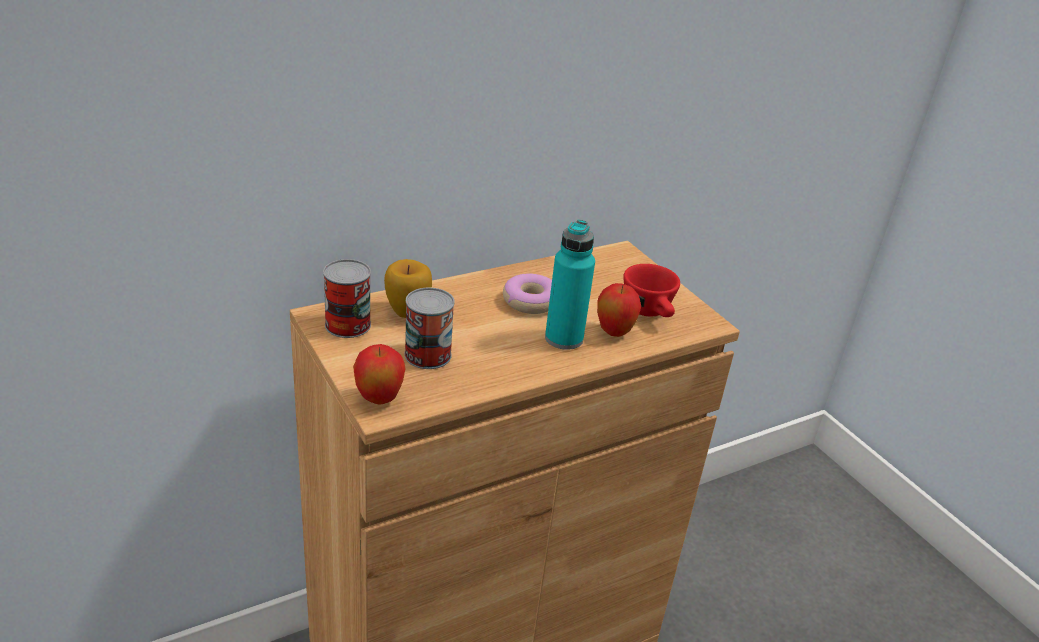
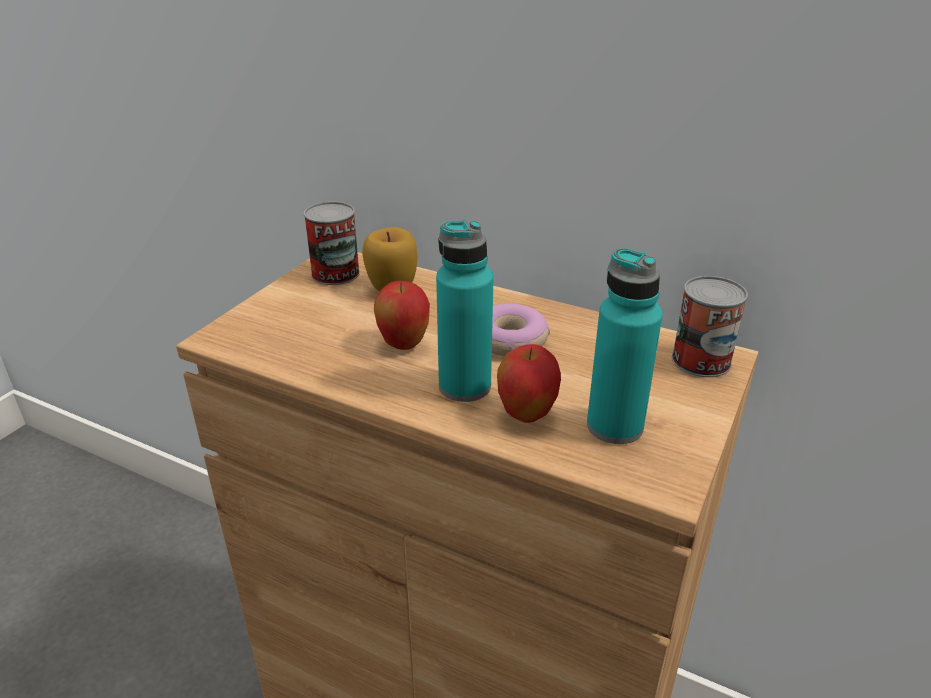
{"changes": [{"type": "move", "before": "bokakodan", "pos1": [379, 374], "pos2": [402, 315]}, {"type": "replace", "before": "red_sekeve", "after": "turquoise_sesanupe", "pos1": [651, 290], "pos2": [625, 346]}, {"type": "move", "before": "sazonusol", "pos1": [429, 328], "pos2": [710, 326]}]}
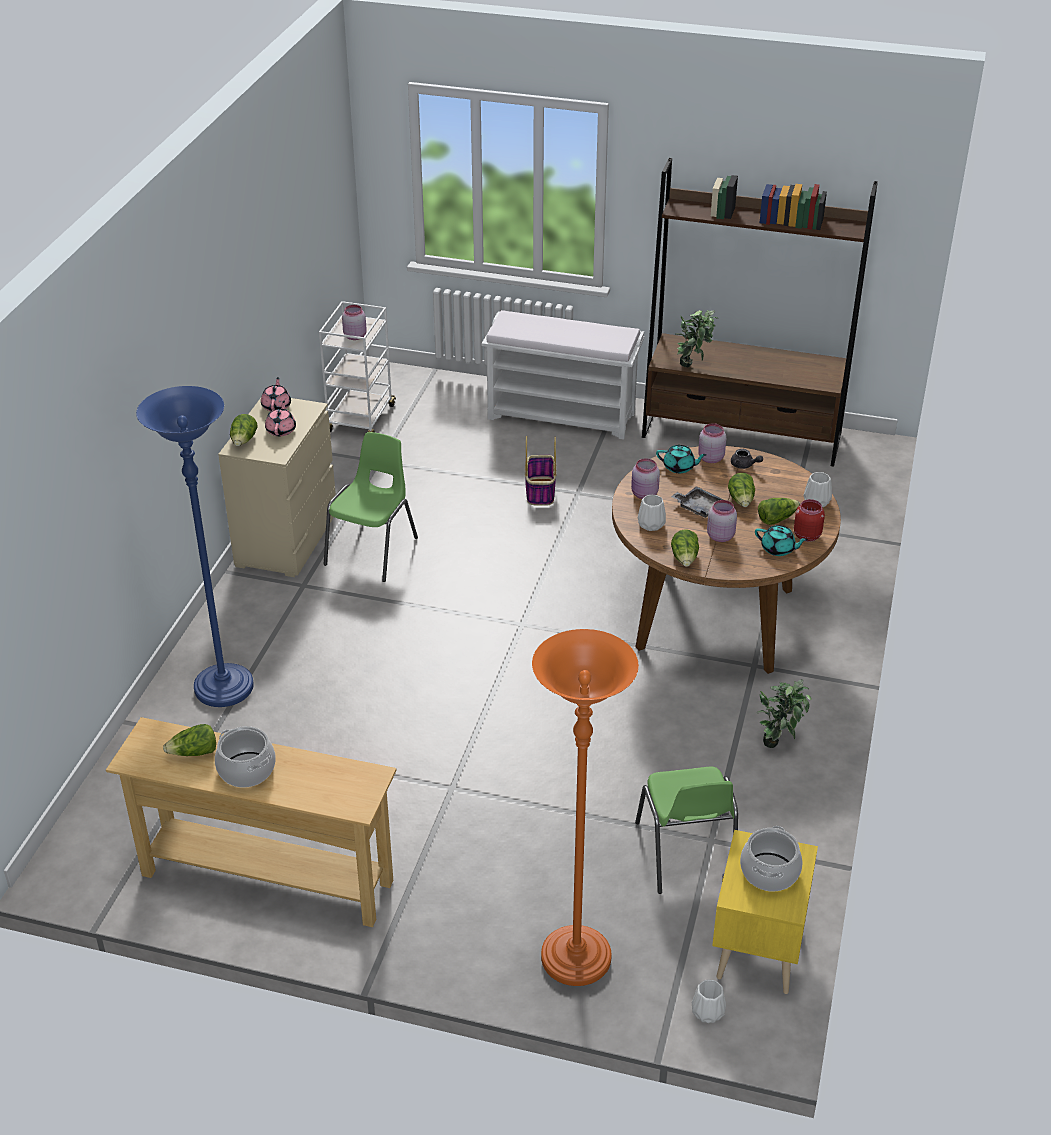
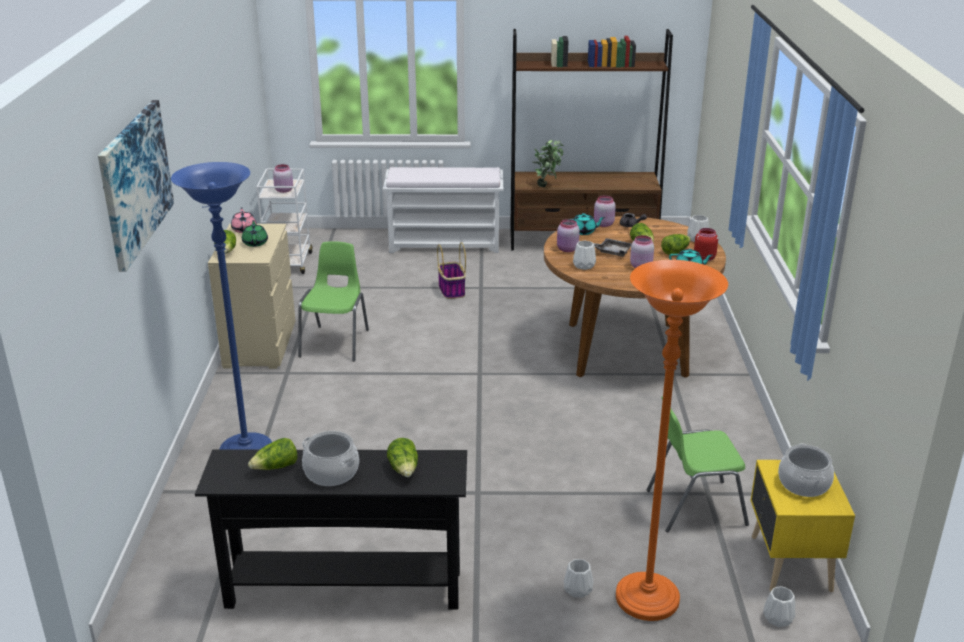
{"changes": [{"type": "insert", "after": "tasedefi", "pos2": [136, 186]}, {"type": "recolor", "before": "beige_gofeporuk", "after": "black_gofeporuk", "pos1": [251, 822], "pos2": [331, 530]}, {"type": "recolor", "before": "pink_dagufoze", "after": "green_dagufoze", "pos1": [280, 418], "pos2": [255, 233]}, {"type": "move", "before": "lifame", "pos1": [685, 548], "pos2": [402, 457]}, {"type": "insert", "after": "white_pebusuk", "pos2": [578, 578]}, {"type": "rotate", "before": "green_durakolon", "pos1": [686, 830], "pos2": [697, 464], "turn": 105}, {"type": "delete", "before": "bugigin", "pos1": [784, 713]}]}
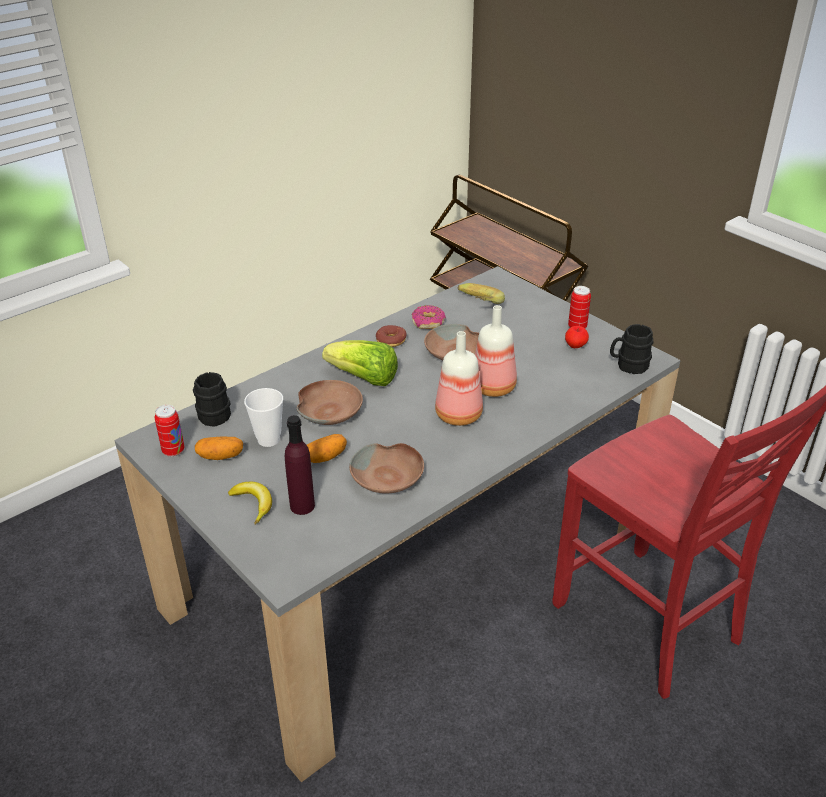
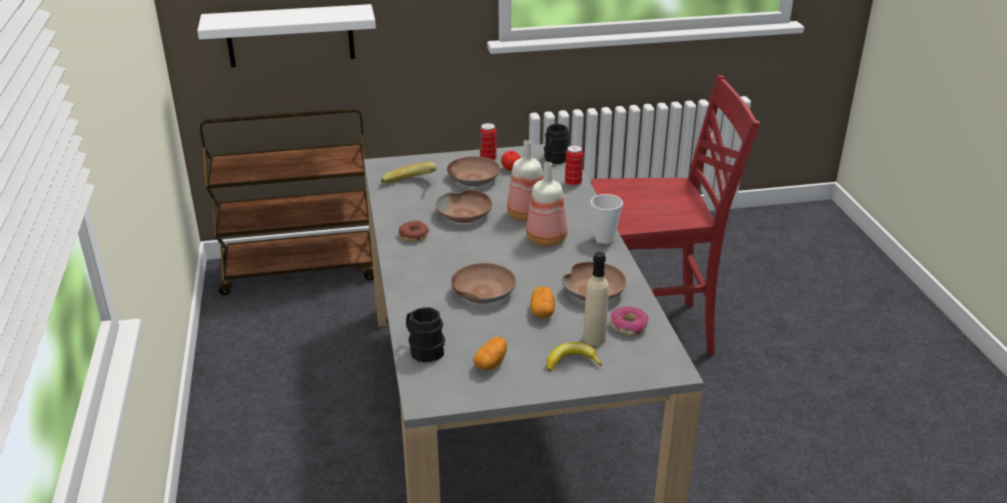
{"changes": [{"type": "insert", "after": "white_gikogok", "pos2": [286, 35]}, {"type": "insert", "after": "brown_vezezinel", "pos2": [473, 171]}, {"type": "move", "before": "sazonusol", "pos1": [169, 431], "pos2": [574, 165]}, {"type": "recolor", "before": "purple_sesanupe", "after": "beige_sesanupe", "pos1": [300, 465], "pos2": [596, 299]}, {"type": "move", "before": "sekeve", "pos1": [263, 417], "pos2": [607, 219]}, {"type": "move", "before": "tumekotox", "pos1": [429, 317], "pos2": [629, 321]}, {"type": "delete", "before": "lifame", "pos1": [360, 363]}]}
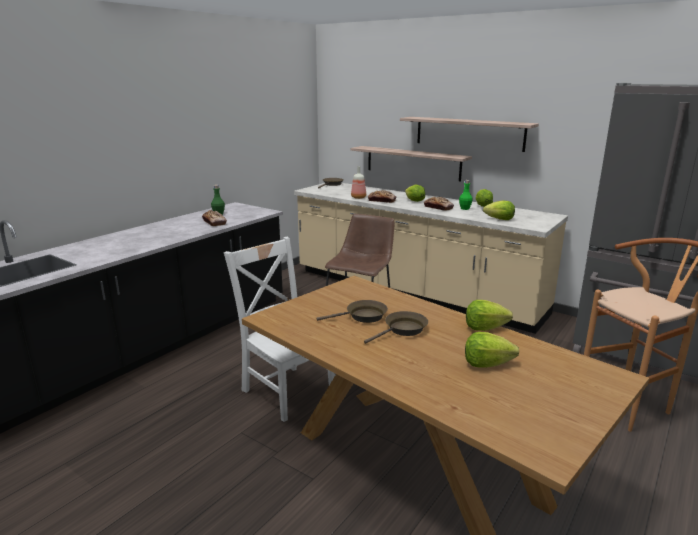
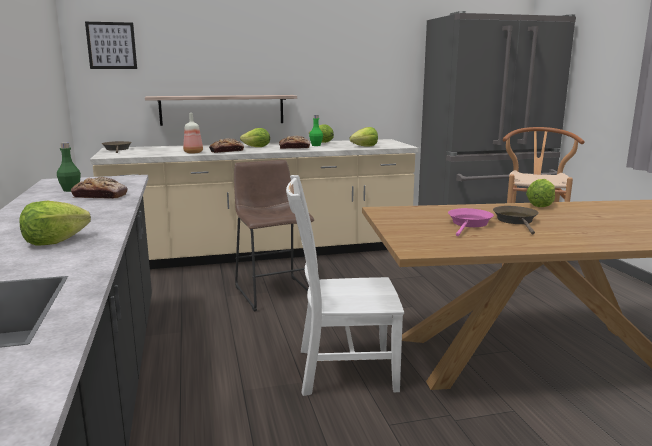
{"changes": [{"type": "move", "before": "lifame", "pos1": [492, 350], "pos2": [55, 223]}, {"type": "insert", "after": "tasedefi", "pos2": [111, 45]}, {"type": "recolor", "before": "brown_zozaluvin", "after": "pink_zozaluvin", "pos1": [352, 311], "pos2": [471, 222]}, {"type": "delete", "before": "gikogok", "pos1": [469, 134]}]}
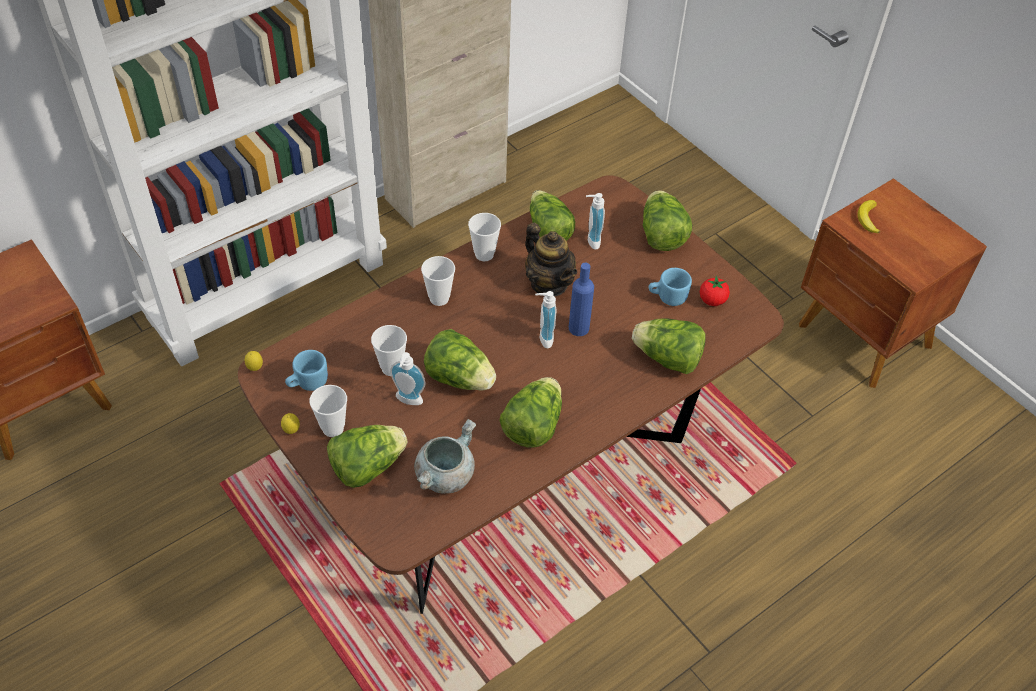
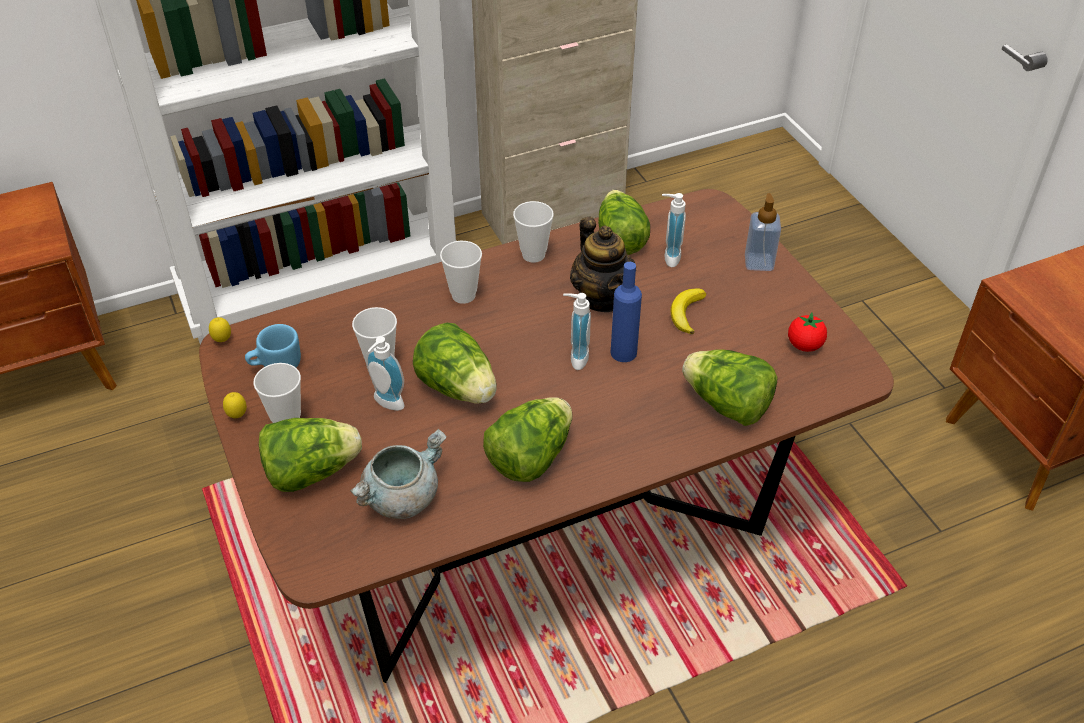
{"changes": [{"type": "move", "before": "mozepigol", "pos1": [868, 216], "pos2": [688, 311]}, {"type": "replace", "before": "lifame", "after": "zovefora", "pos1": [667, 220], "pos2": [763, 232]}, {"type": "delete", "before": "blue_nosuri", "pos1": [670, 287]}]}
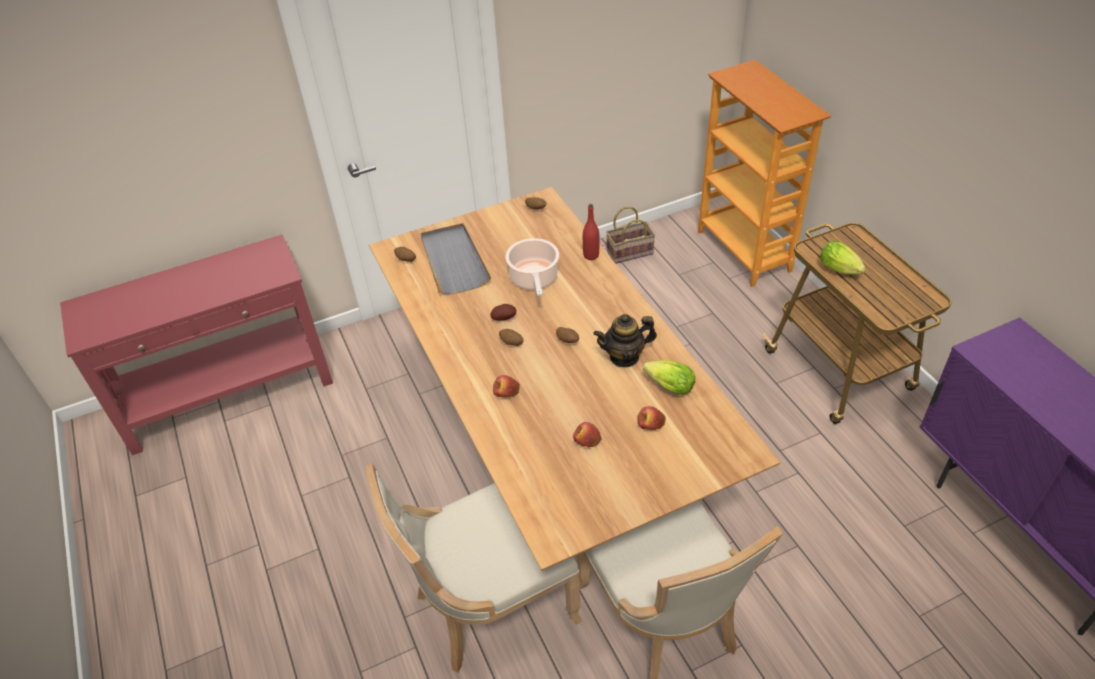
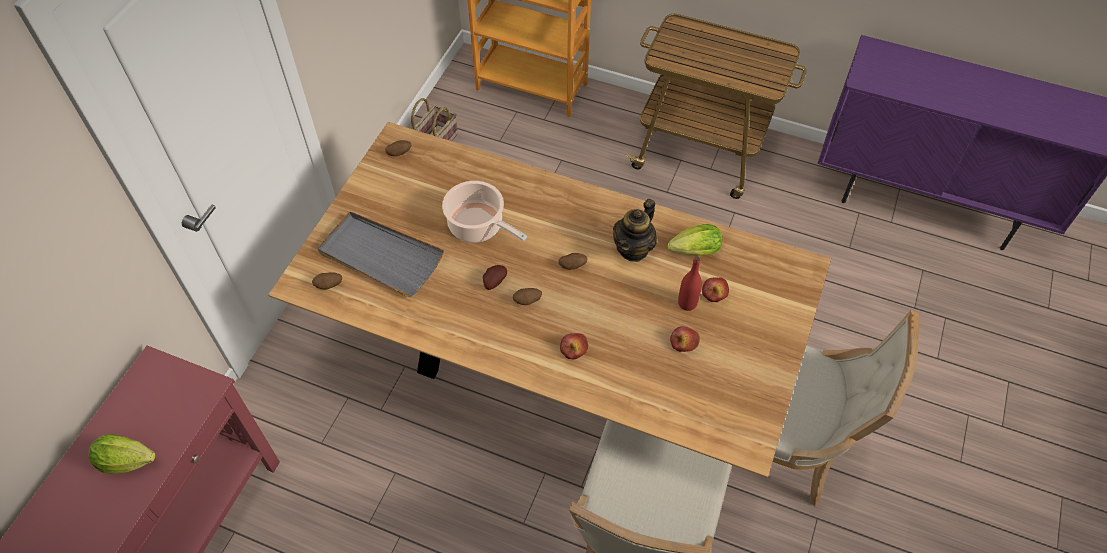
{"changes": [{"type": "move", "before": "lifame", "pos1": [843, 257], "pos2": [121, 454]}, {"type": "move", "before": "red_sesanupe", "pos1": [591, 232], "pos2": [690, 283]}]}
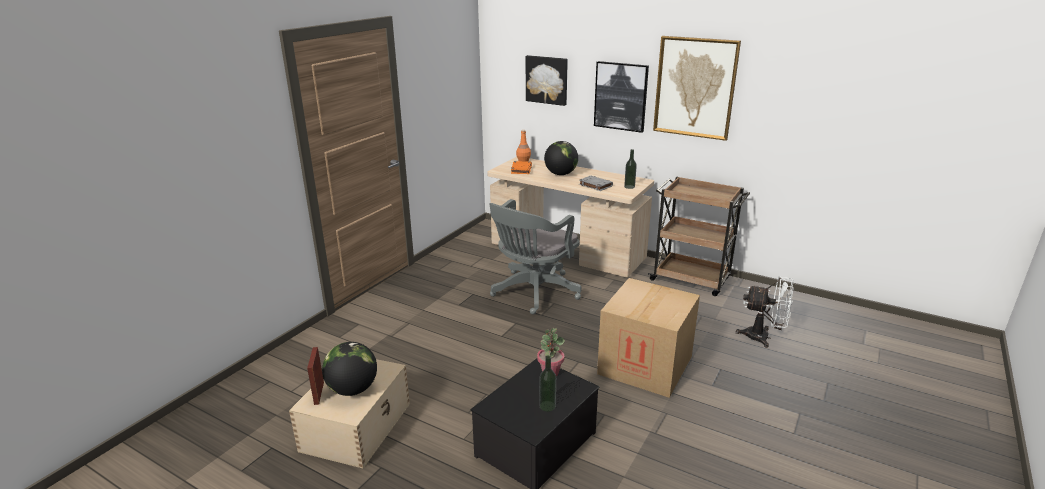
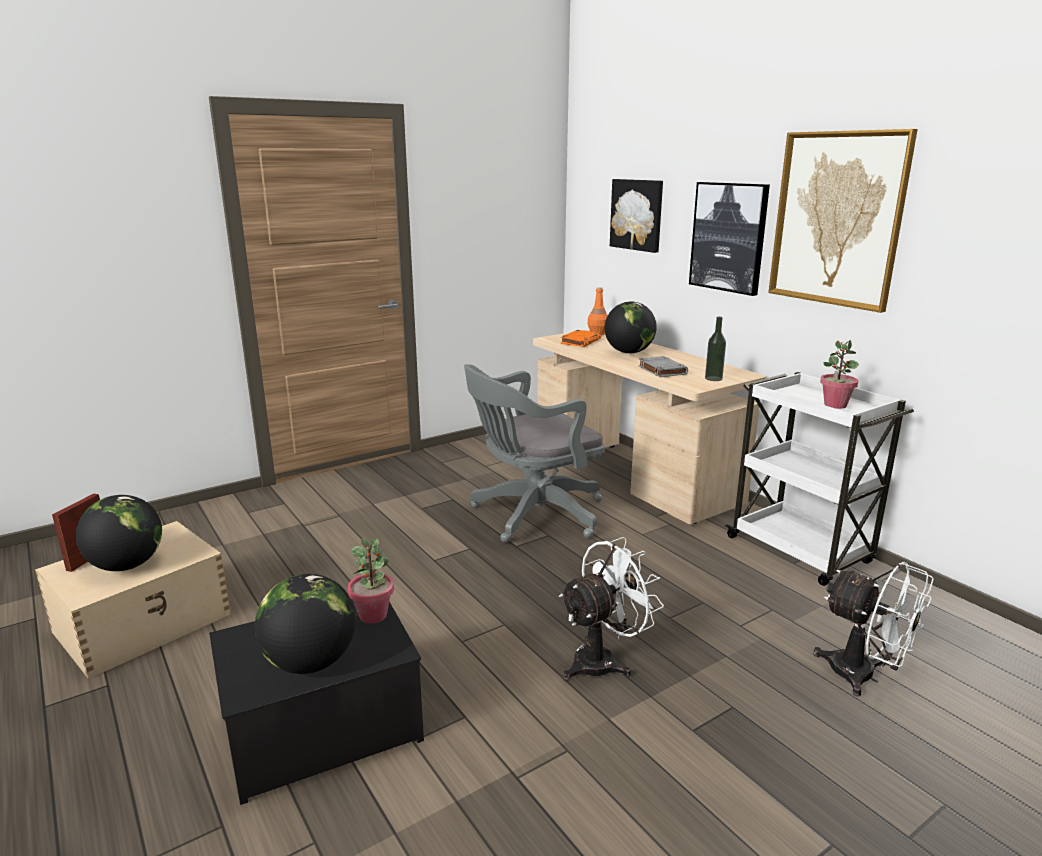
{"changes": [{"type": "replace", "before": "sesanupe", "after": "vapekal", "pos1": [547, 383], "pos2": [305, 624]}, {"type": "replace", "before": "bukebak", "after": "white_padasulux", "pos1": [648, 338], "pos2": [611, 609]}, {"type": "recolor", "before": "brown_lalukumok", "after": "white_lalukumok", "pos1": [699, 236], "pos2": [819, 479]}, {"type": "insert", "after": "bugigin", "pos2": [839, 374]}]}
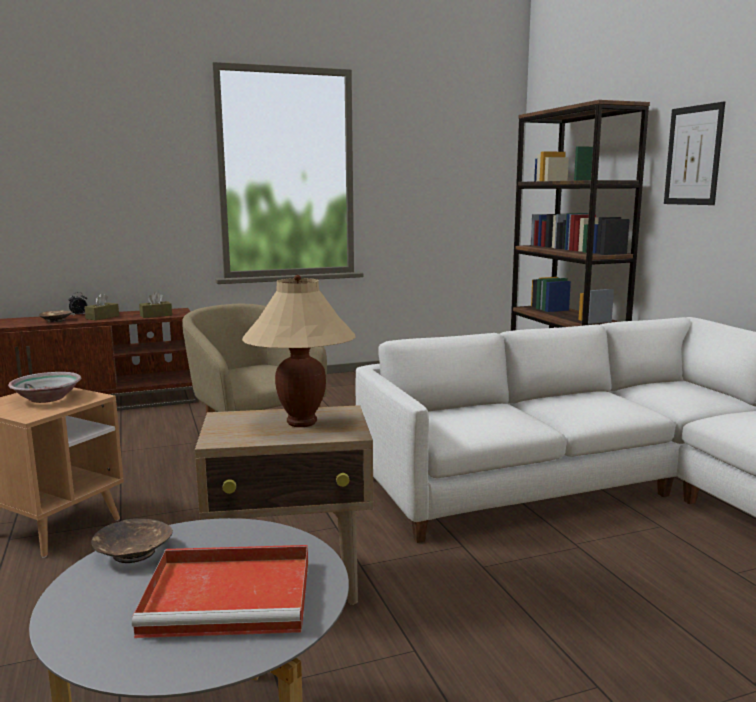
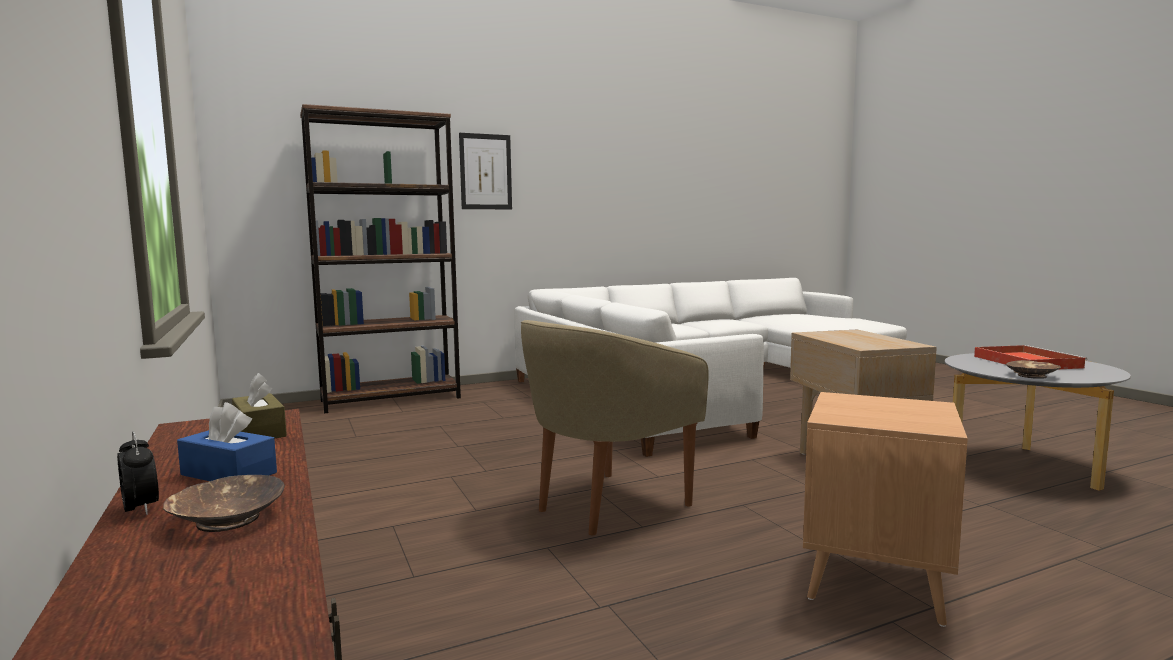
{"changes": [{"type": "recolor", "before": "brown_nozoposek", "after": "blue_nozoposek", "pos1": [101, 306], "pos2": [227, 441]}, {"type": "delete", "before": "vezezinel", "pos1": [44, 387]}, {"type": "delete", "before": "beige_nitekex", "pos1": [299, 351]}]}
